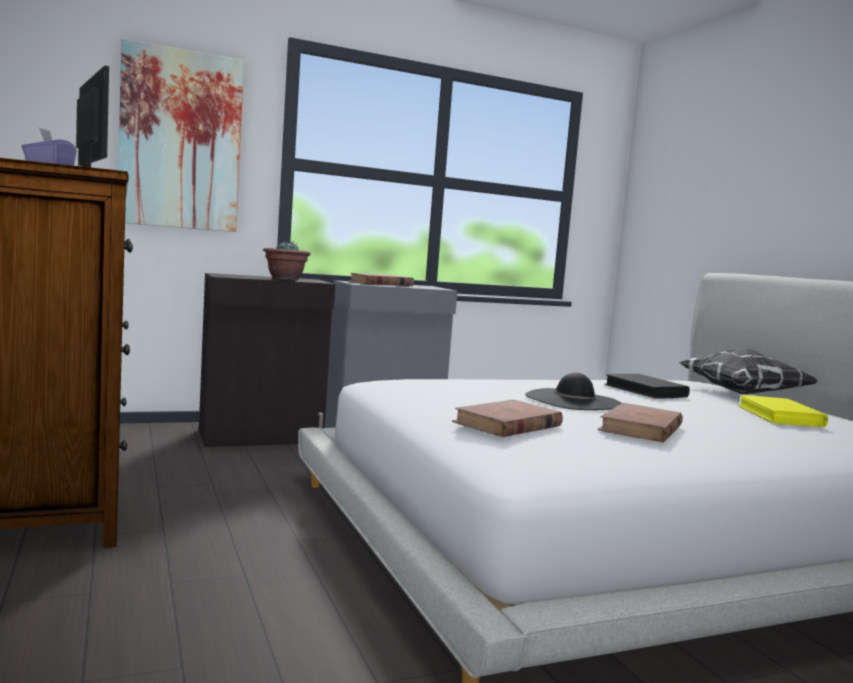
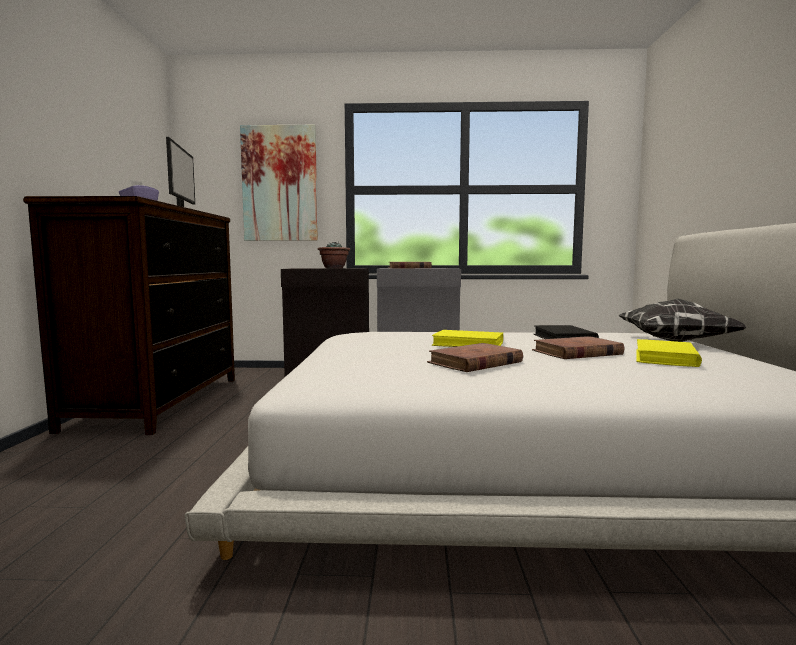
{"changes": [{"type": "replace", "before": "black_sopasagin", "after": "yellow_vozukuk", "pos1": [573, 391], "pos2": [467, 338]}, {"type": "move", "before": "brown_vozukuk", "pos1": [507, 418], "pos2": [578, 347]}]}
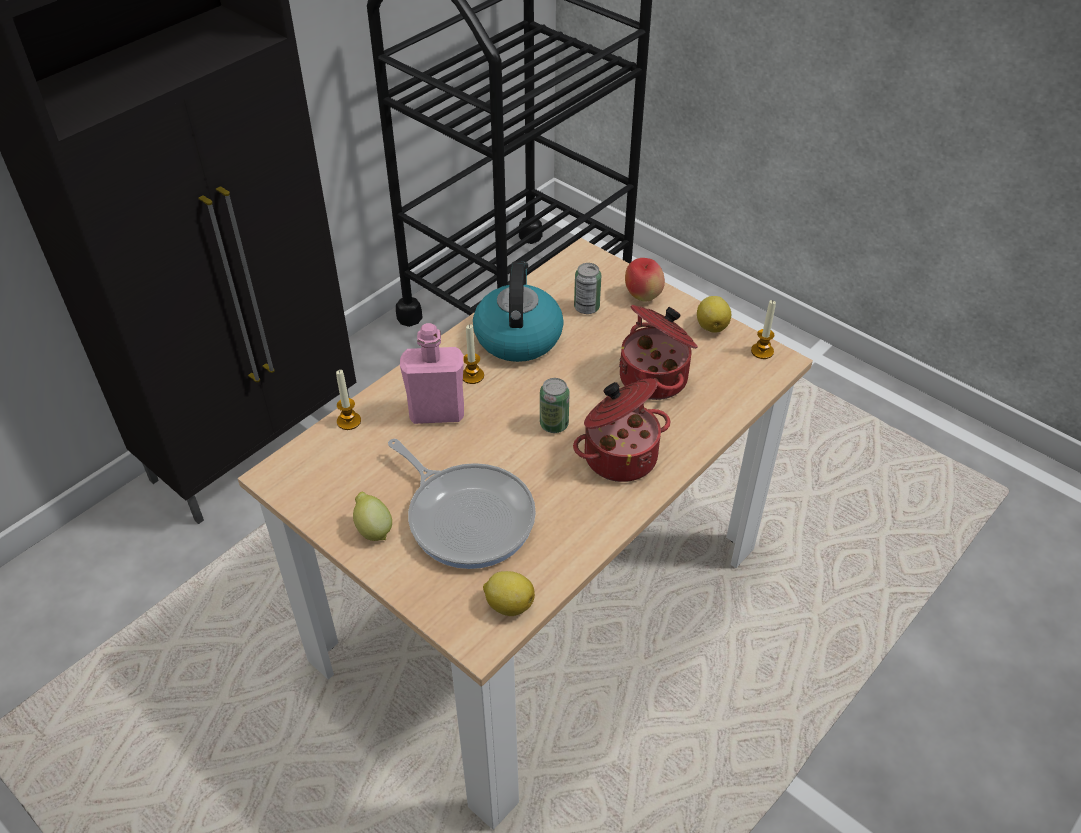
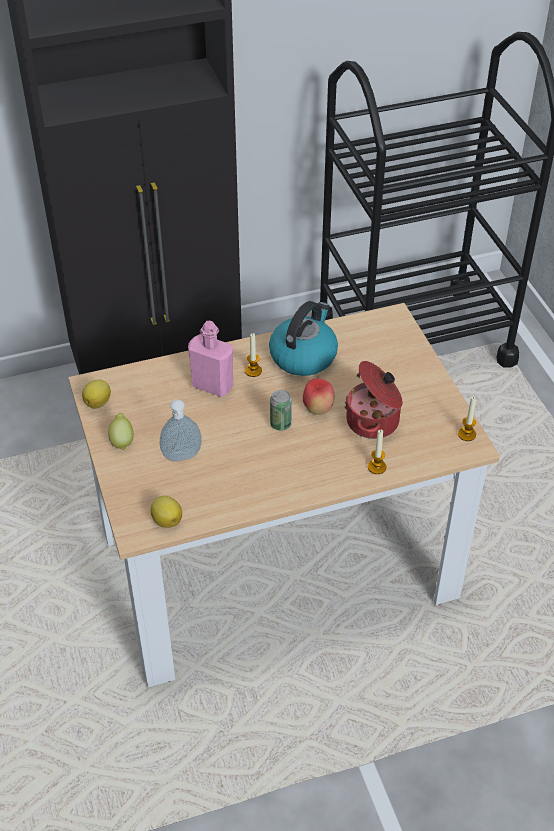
{"changes": [{"type": "move", "before": "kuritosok", "pos1": [714, 314], "pos2": [96, 394]}, {"type": "replace", "before": "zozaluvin", "after": "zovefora", "pos1": [462, 504], "pos2": [181, 430]}, {"type": "move", "before": "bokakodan", "pos1": [645, 280], "pos2": [318, 396]}, {"type": "move", "before": "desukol", "pos1": [348, 400], "pos2": [377, 452]}, {"type": "delete", "before": "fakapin", "pos1": [621, 430]}, {"type": "delete", "before": "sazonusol", "pos1": [587, 288]}]}
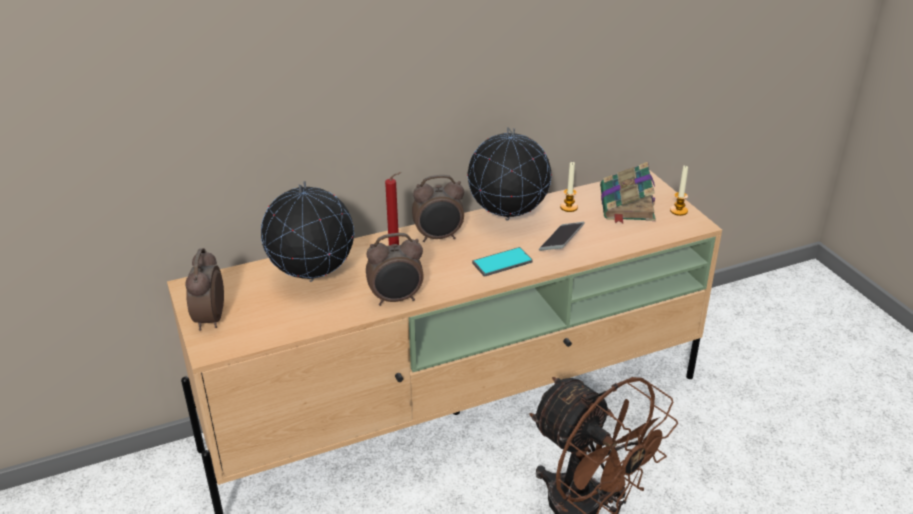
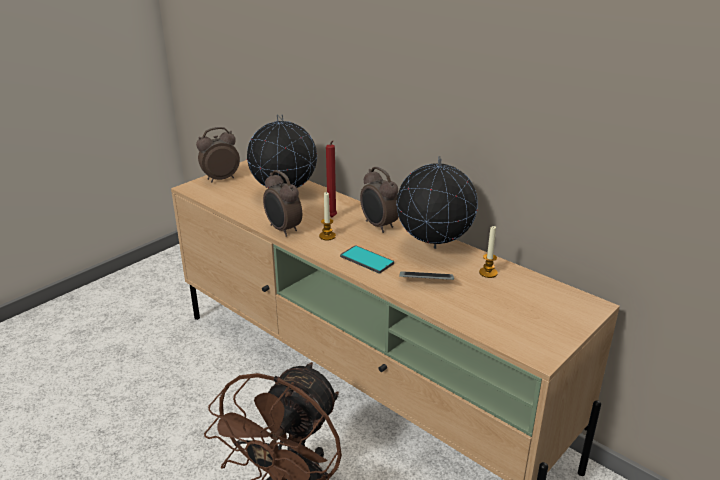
{"changes": [{"type": "move", "before": "desukol", "pos1": [679, 191], "pos2": [327, 216]}, {"type": "delete", "before": "vozukuk", "pos1": [628, 192]}]}
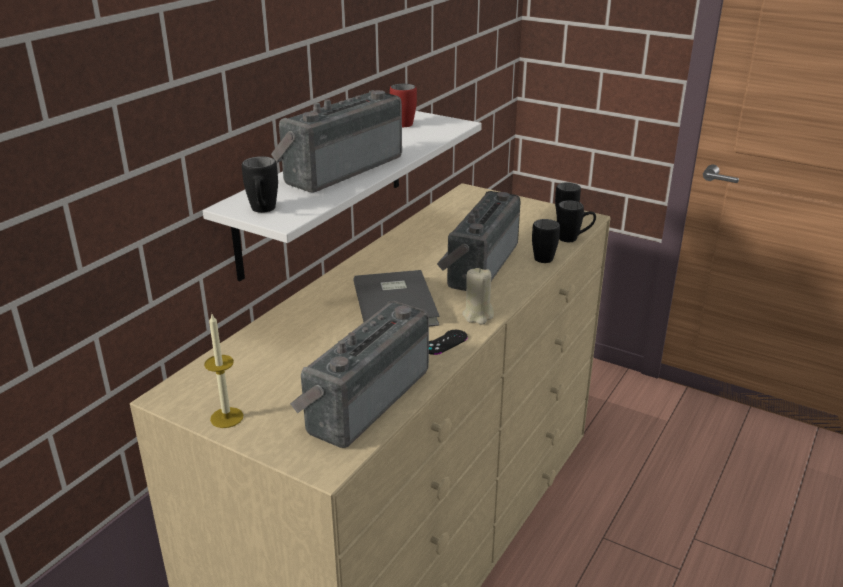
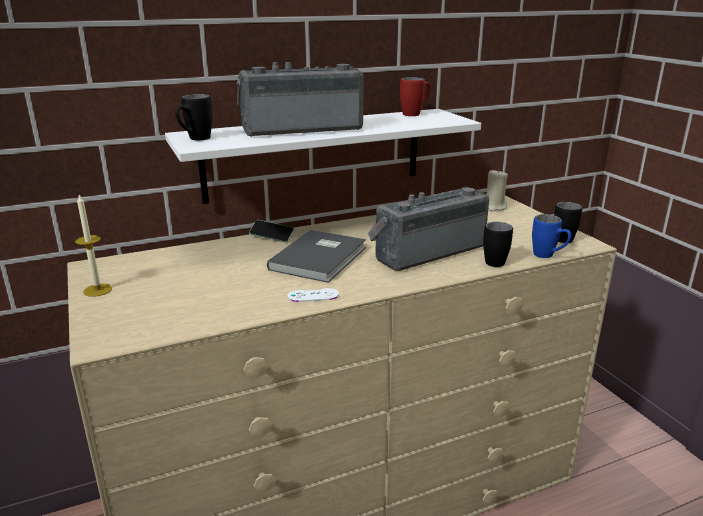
{"changes": [{"type": "insert", "after": "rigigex", "pos2": [271, 231]}, {"type": "recolor", "before": "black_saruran", "after": "white_saruran", "pos1": [448, 342], "pos2": [313, 295]}, {"type": "move", "before": "beige_desukol", "pos1": [478, 296], "pos2": [497, 190]}, {"type": "recolor", "before": "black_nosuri", "after": "blue_nosuri", "pos1": [576, 221], "pos2": [551, 236]}, {"type": "delete", "before": "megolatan", "pos1": [359, 374]}]}
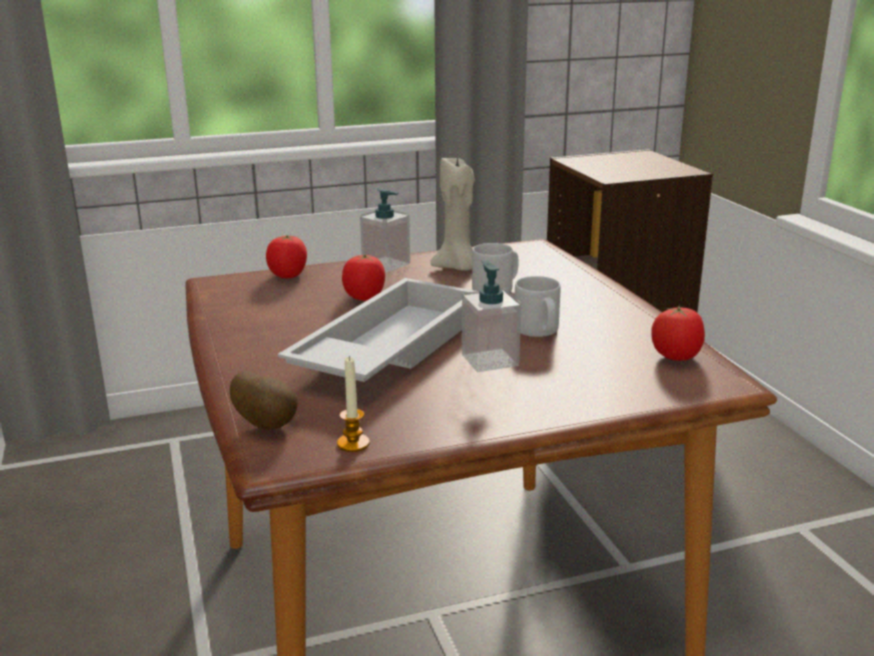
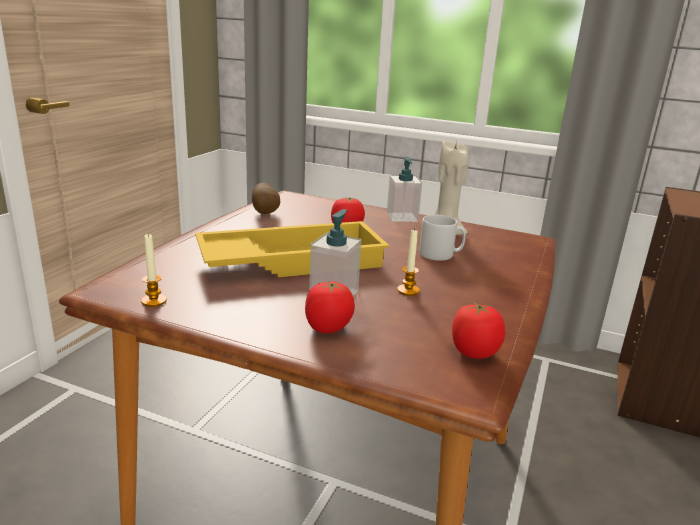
{"changes": [{"type": "recolor", "before": "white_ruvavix", "after": "yellow_ruvavix", "pos1": [376, 330], "pos2": [292, 249]}, {"type": "move", "before": "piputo", "pos1": [264, 401], "pos2": [266, 198]}, {"type": "move", "before": "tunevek", "pos1": [286, 256], "pos2": [330, 307]}, {"type": "replace", "before": "grey_nosuri", "after": "desukol", "pos1": [538, 306], "pos2": [408, 262]}]}
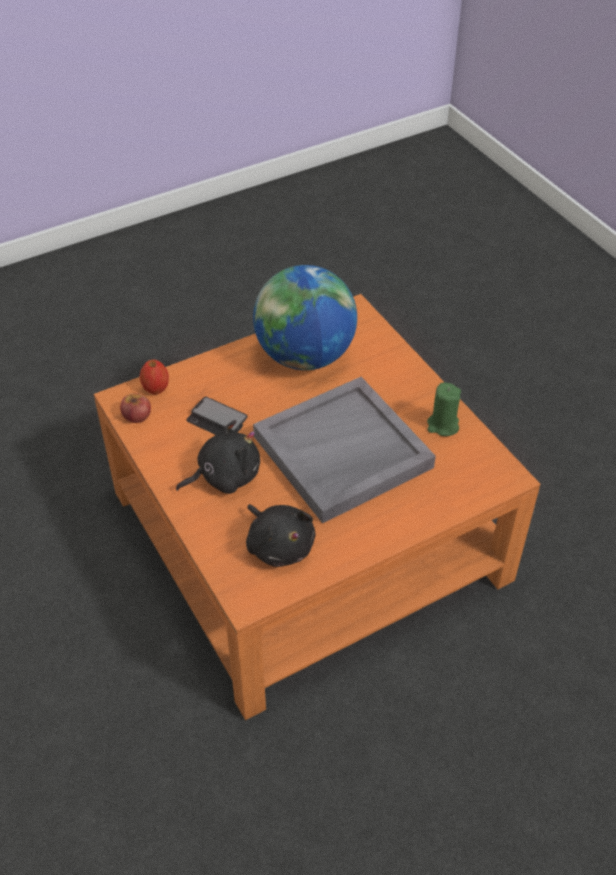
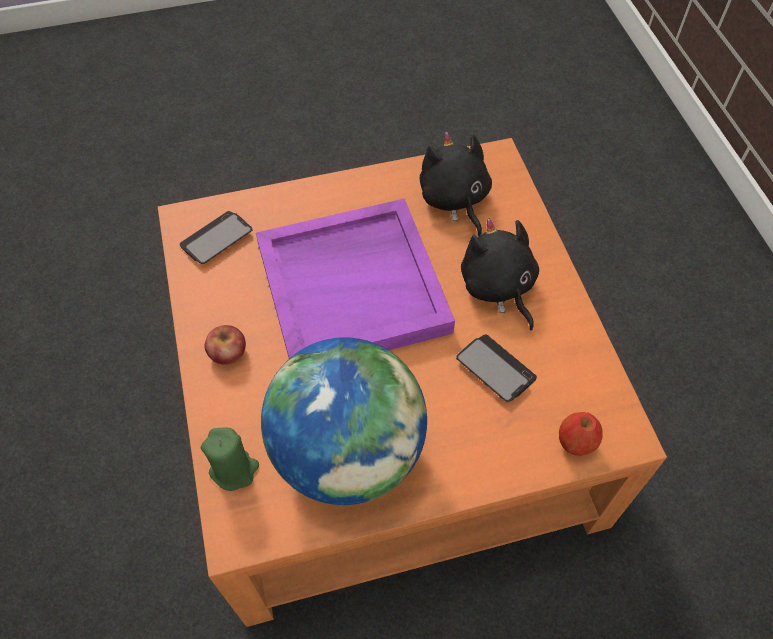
{"changes": [{"type": "insert", "after": "rigigex", "pos2": [216, 237]}, {"type": "move", "before": "green_desukol", "pos1": [444, 409], "pos2": [230, 459]}, {"type": "move", "before": "bokakodan", "pos1": [135, 408], "pos2": [225, 345]}, {"type": "recolor", "before": "grey_ruvavix", "after": "purple_ruvavix", "pos1": [344, 450], "pos2": [355, 278]}, {"type": "rotate", "before": "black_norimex", "pos1": [218, 457], "pos2": [500, 275], "turn": 75}]}
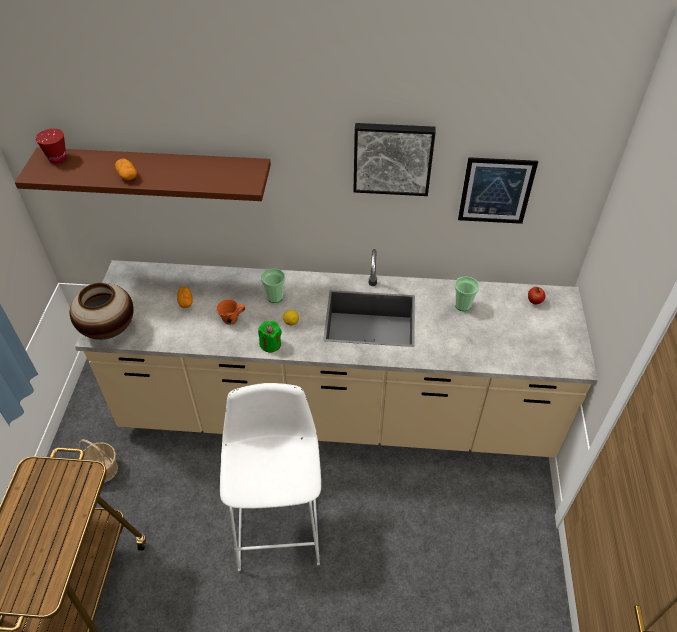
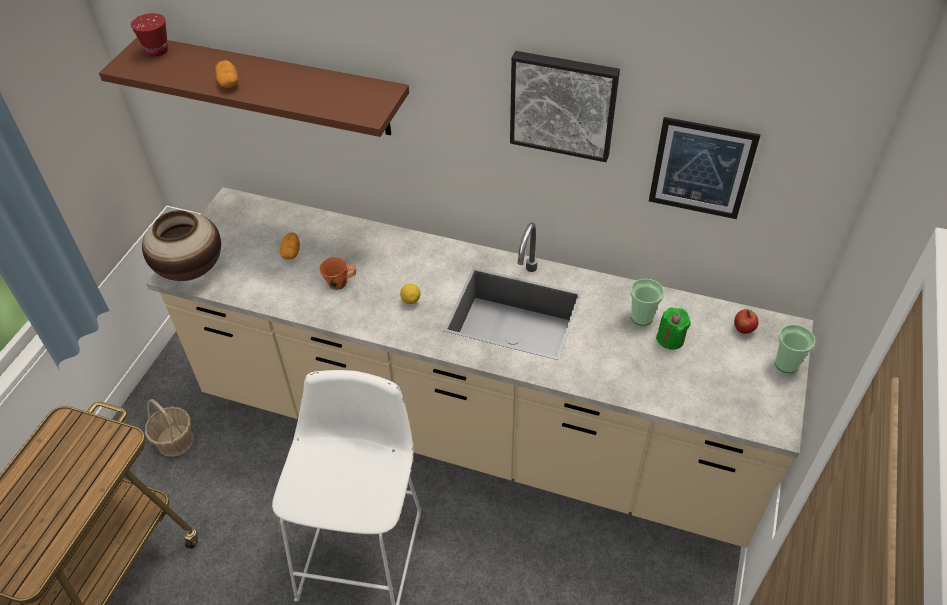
{"changes": [{"type": "move", "before": "green_desukol", "pos1": [270, 337], "pos2": [673, 328]}, {"type": "move", "before": "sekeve", "pos1": [273, 285], "pos2": [795, 348]}]}
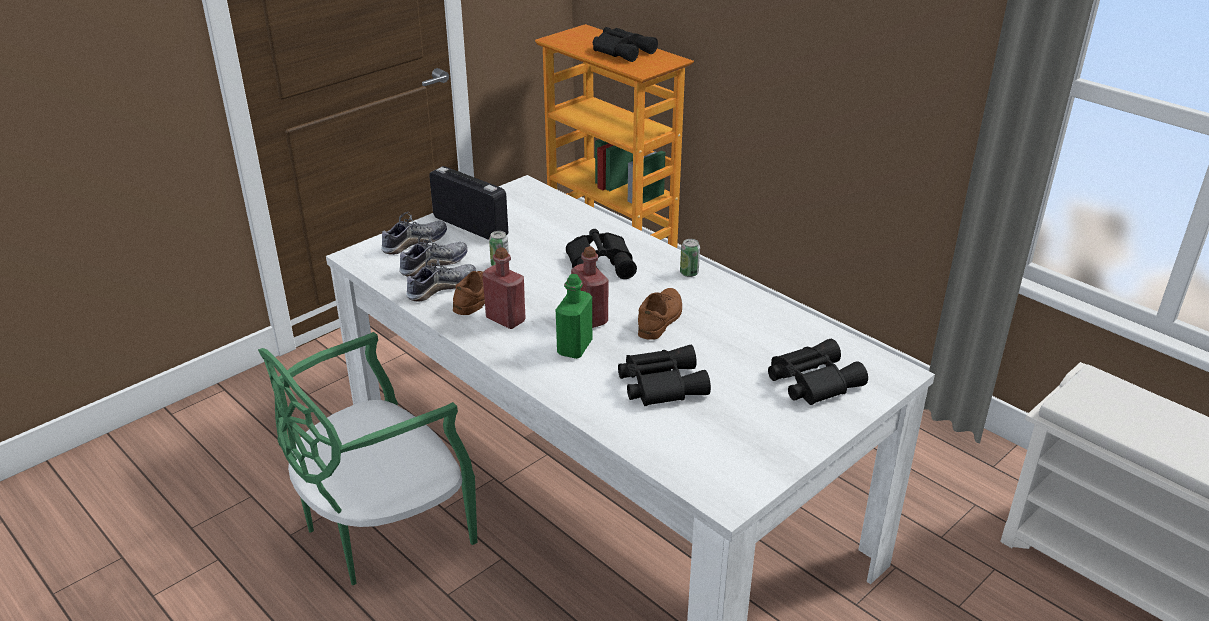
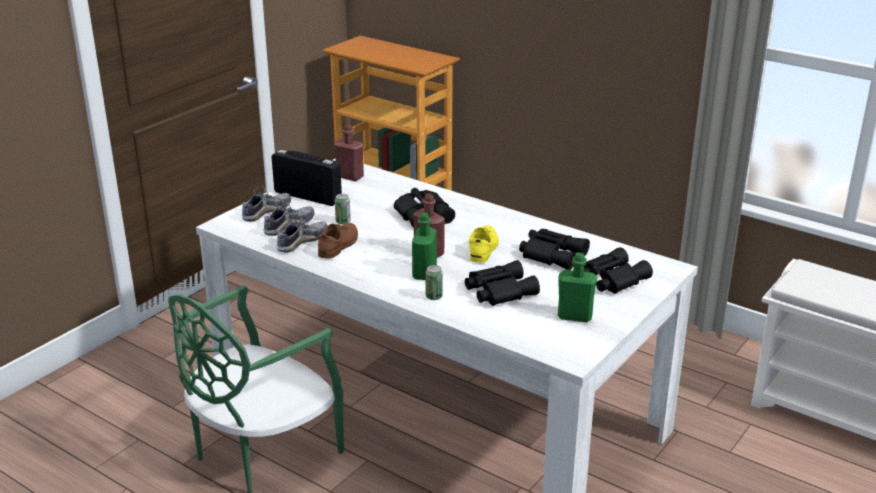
{"changes": [{"type": "move", "before": "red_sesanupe", "pos1": [504, 288], "pos2": [349, 152]}, {"type": "move", "before": "sazonusol", "pos1": [690, 258], "pos2": [434, 282]}, {"type": "recolor", "before": "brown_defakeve", "after": "yellow_defakeve", "pos1": [660, 314], "pos2": [484, 243]}, {"type": "move", "before": "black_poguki", "pos1": [625, 44], "pos2": [554, 249]}, {"type": "insert", "after": "green_sesanupe", "pos2": [577, 287]}]}
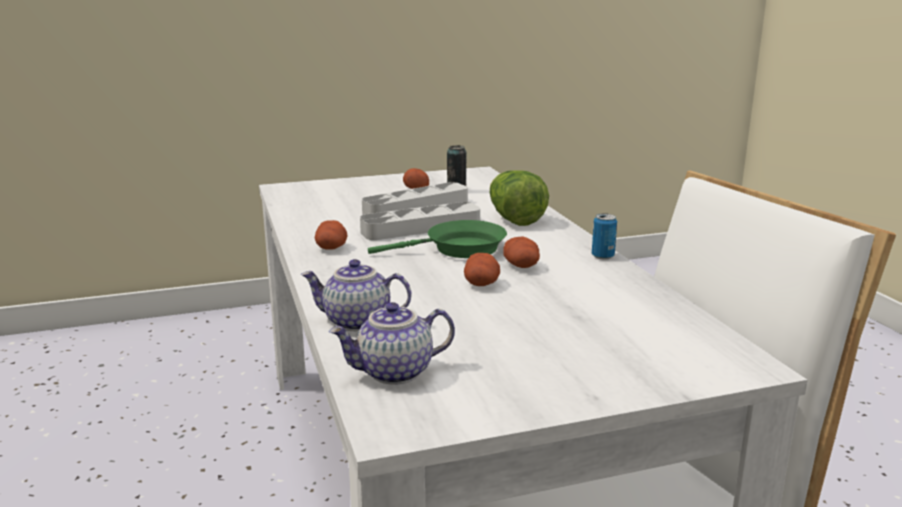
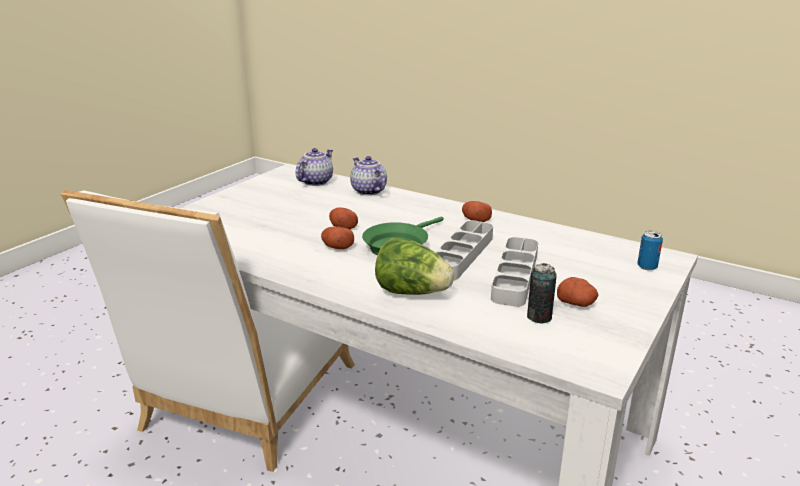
{"changes": [{"type": "rotate", "before": "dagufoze", "pos1": [356, 295], "pos2": [368, 175], "turn": -90}, {"type": "move", "before": "sazonusol", "pos1": [604, 236], "pos2": [650, 250]}]}
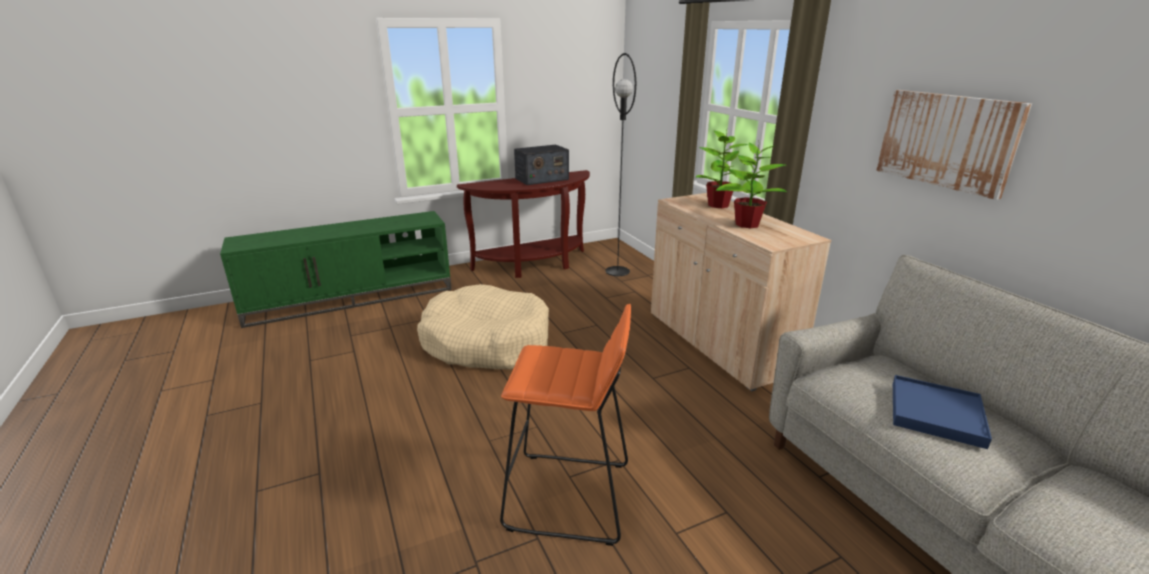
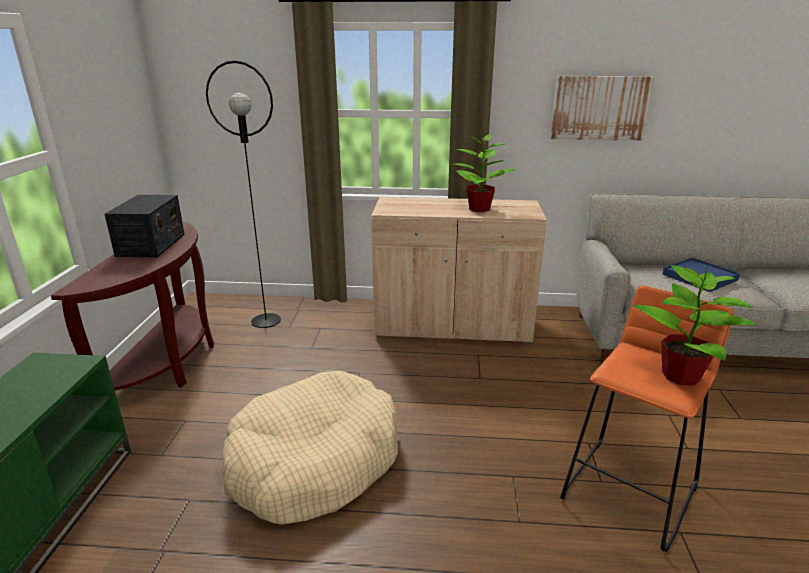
{"changes": [{"type": "move", "before": "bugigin", "pos1": [726, 169], "pos2": [695, 323]}]}
